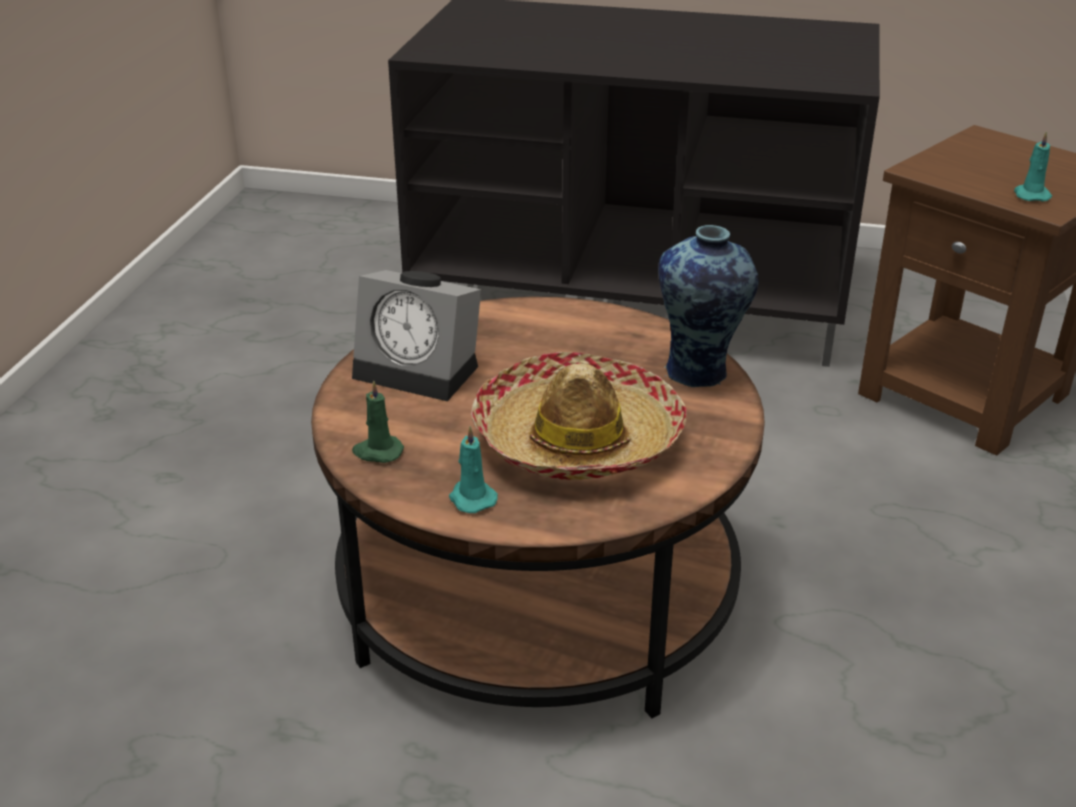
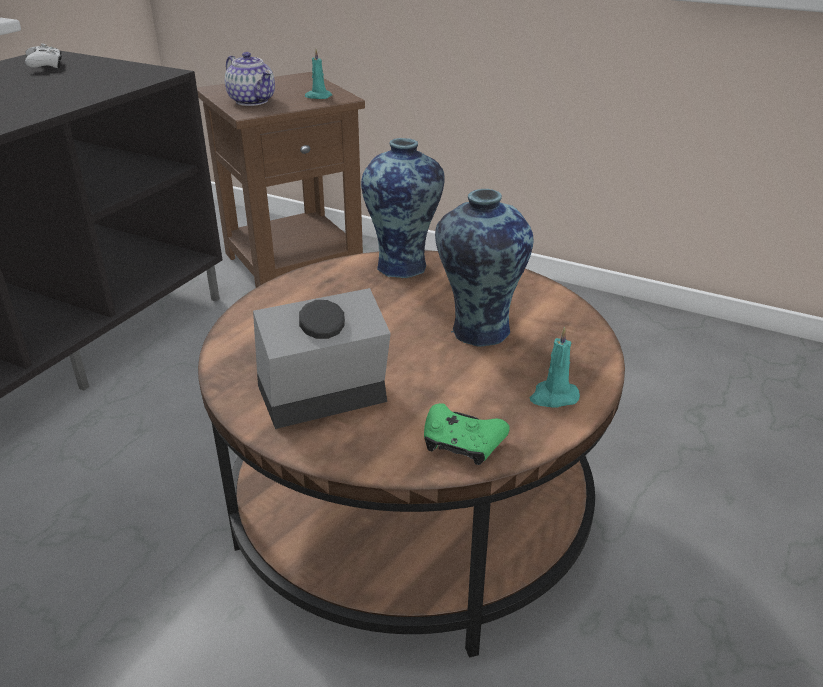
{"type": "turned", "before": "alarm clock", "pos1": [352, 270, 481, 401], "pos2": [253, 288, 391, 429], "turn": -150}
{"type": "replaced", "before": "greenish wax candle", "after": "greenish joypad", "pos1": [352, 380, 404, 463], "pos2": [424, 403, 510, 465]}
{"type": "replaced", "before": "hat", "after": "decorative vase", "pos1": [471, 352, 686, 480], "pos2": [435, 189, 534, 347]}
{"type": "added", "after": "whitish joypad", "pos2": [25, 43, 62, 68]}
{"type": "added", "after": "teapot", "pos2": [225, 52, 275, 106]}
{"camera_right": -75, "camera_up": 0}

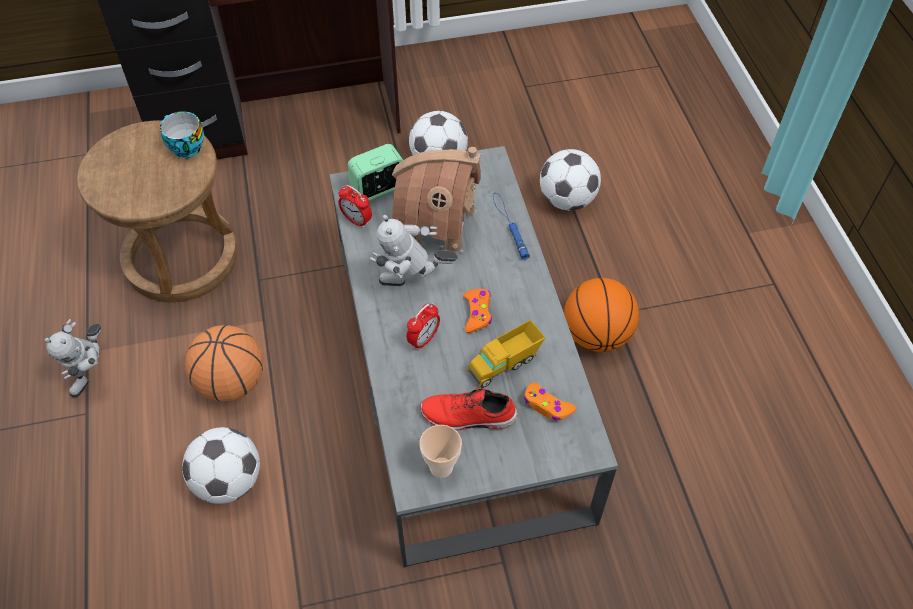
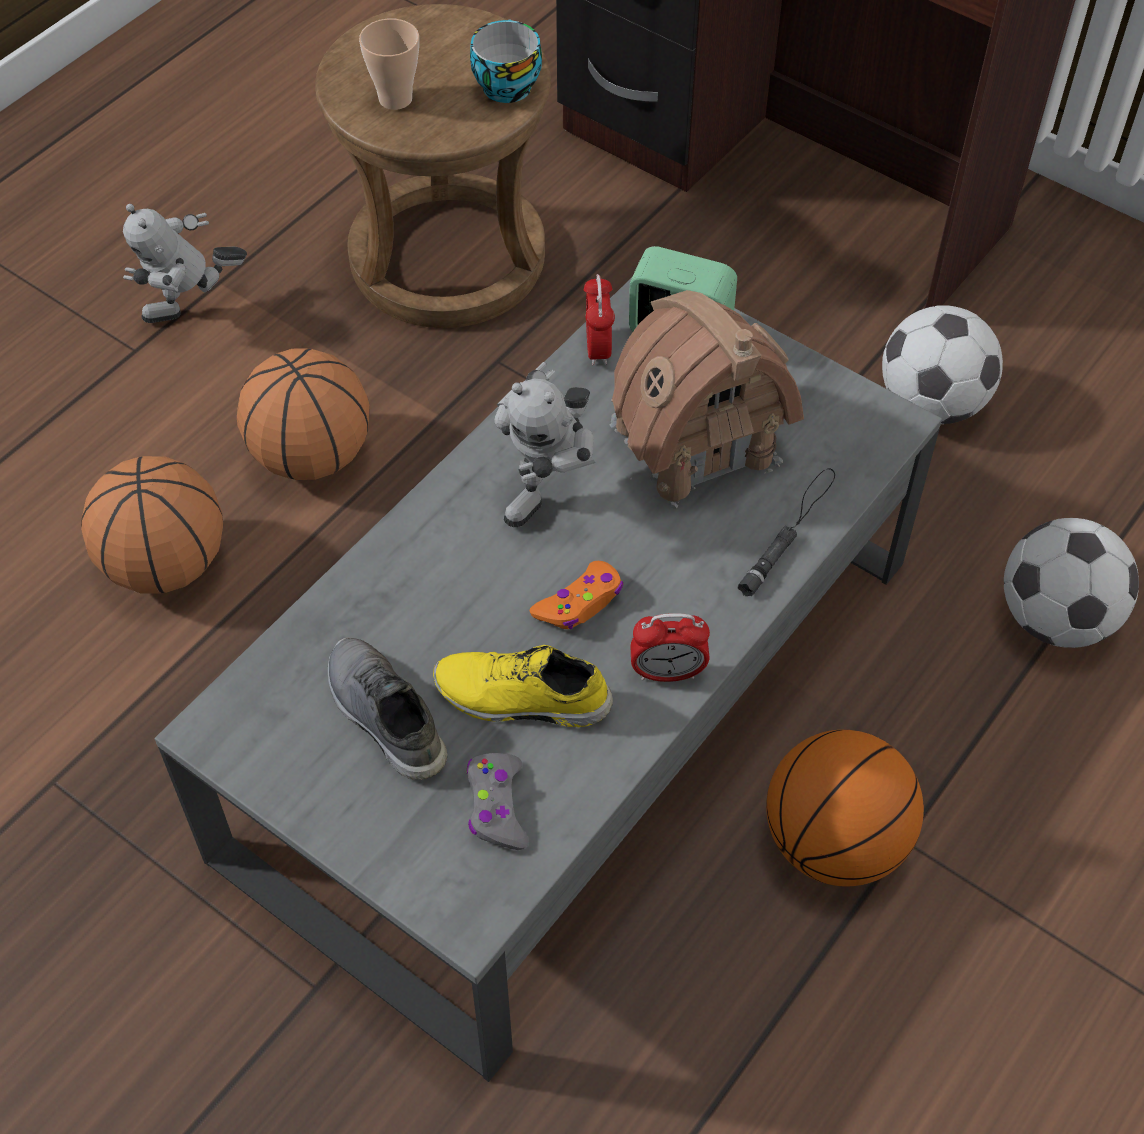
{"type": "replaced", "before": "football", "after": "basketball", "pos1": [182, 427, 260, 504], "pos2": [81, 456, 223, 594]}
{"type": "turned", "before": "robot figure", "pos1": [370, 215, 458, 286], "pos2": [494, 362, 595, 527], "turn": -105}
{"type": "moved", "before": "alarm clock", "pos1": [406, 303, 440, 351], "pos2": [630, 613, 710, 682]}
{"type": "moved", "before": "cup", "pos1": [419, 425, 462, 478], "pos2": [359, 19, 419, 110]}
{"type": "recoloured", "before": "reddish shoe", "after": "grey shoe", "pos1": [420, 388, 518, 431], "pos2": [328, 638, 447, 780]}
{"type": "replaced", "before": "toy lorry", "after": "yellowish shoe", "pos1": [467, 320, 545, 388], "pos2": [433, 645, 613, 728]}
{"type": "recoloured", "before": "bluish hand torch", "after": "black-coloured hand torch", "pos1": [493, 193, 530, 260], "pos2": [738, 468, 835, 597]}
{"type": "recoloured", "before": "orange joypad", "after": "grey joypad", "pos1": [524, 383, 576, 421], "pos2": [467, 753, 528, 850]}
{"camera_right": 50, "camera_up": 0}

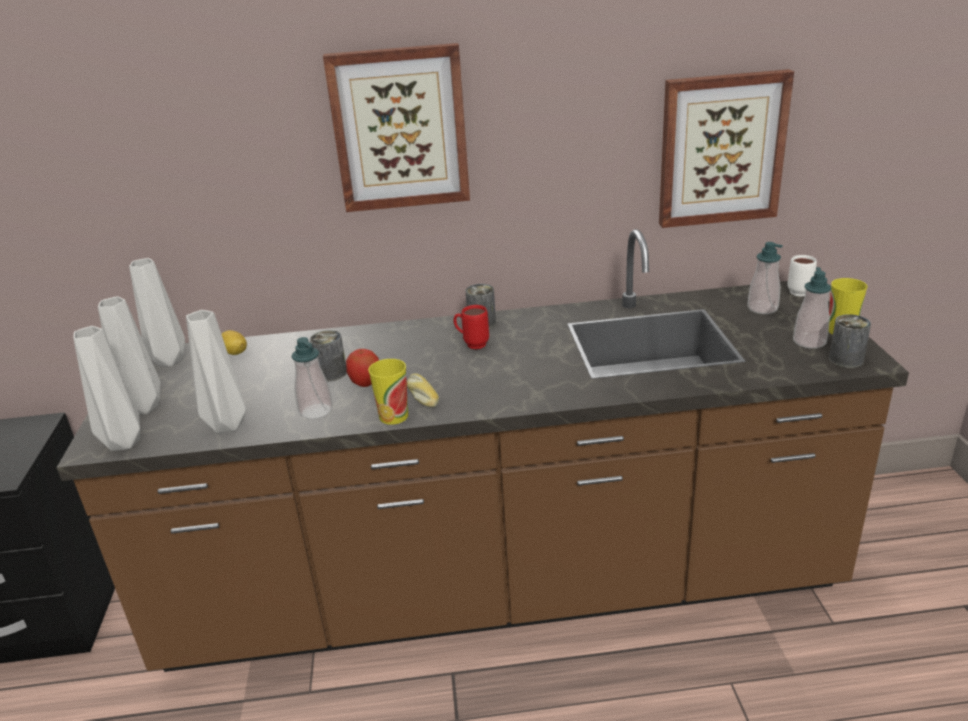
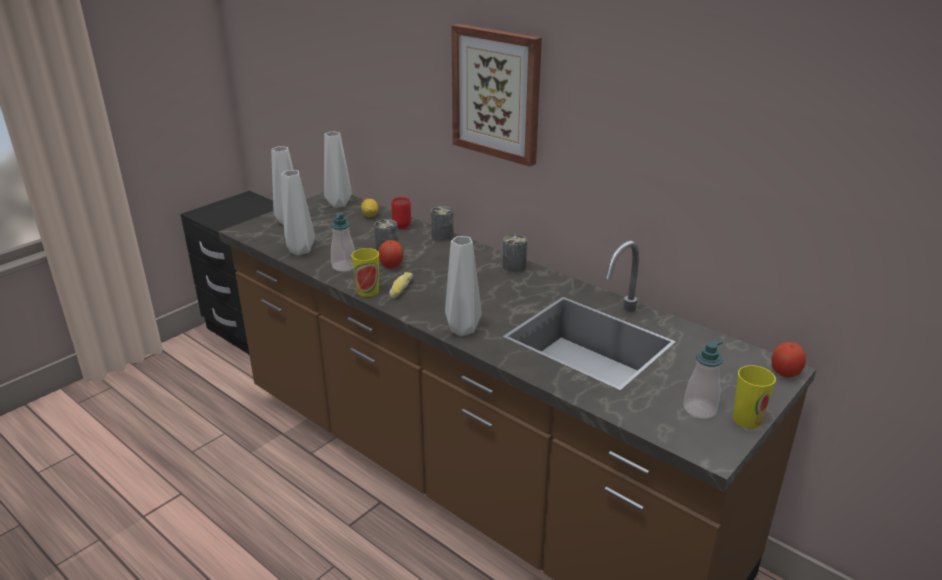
{"type": "moved", "before": "grey decorative vase", "pos1": [73, 326, 140, 451], "pos2": [445, 236, 482, 336]}
{"type": "moved", "before": "reddish tea mug", "pos1": [453, 305, 489, 349], "pos2": [392, 197, 411, 229]}
{"type": "removed", "before": "wall art", "pos1": [659, 69, 794, 228]}
{"type": "removed", "before": "soap dispenser", "pos1": [747, 242, 783, 314]}
{"type": "replaced", "before": "whitish tea mug", "after": "whole apple", "pos1": [788, 255, 817, 297], "pos2": [771, 342, 806, 378]}
{"type": "moved", "before": "sealed can", "pos1": [829, 314, 871, 368], "pos2": [431, 206, 454, 242]}
{"camera_right": 45, "camera_up": 0}

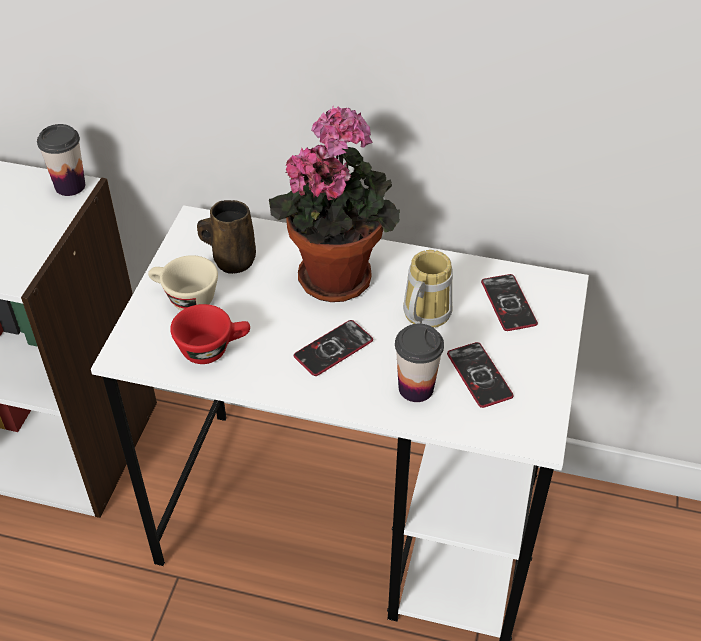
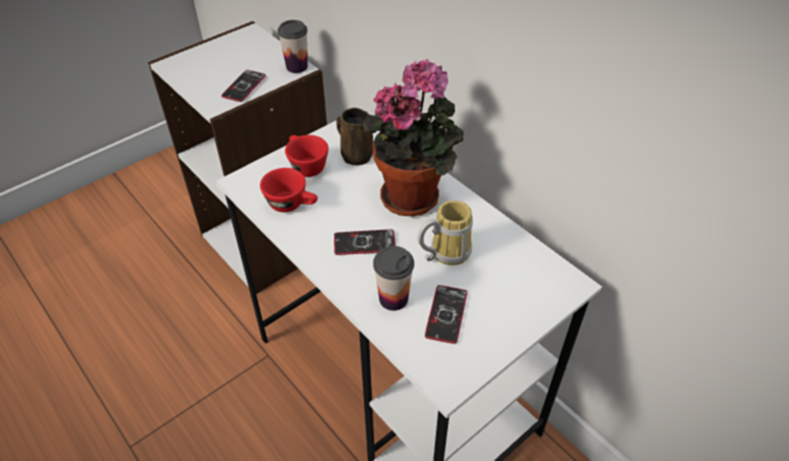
{"type": "recoloured", "before": "beige-coloured cup", "after": "reddish cup", "pos1": [148, 255, 218, 311], "pos2": [285, 135, 328, 177]}
{"type": "moved", "before": "phone", "pos1": [481, 274, 538, 331], "pos2": [221, 70, 266, 102]}
{"camera_right": 35, "camera_up": 0}

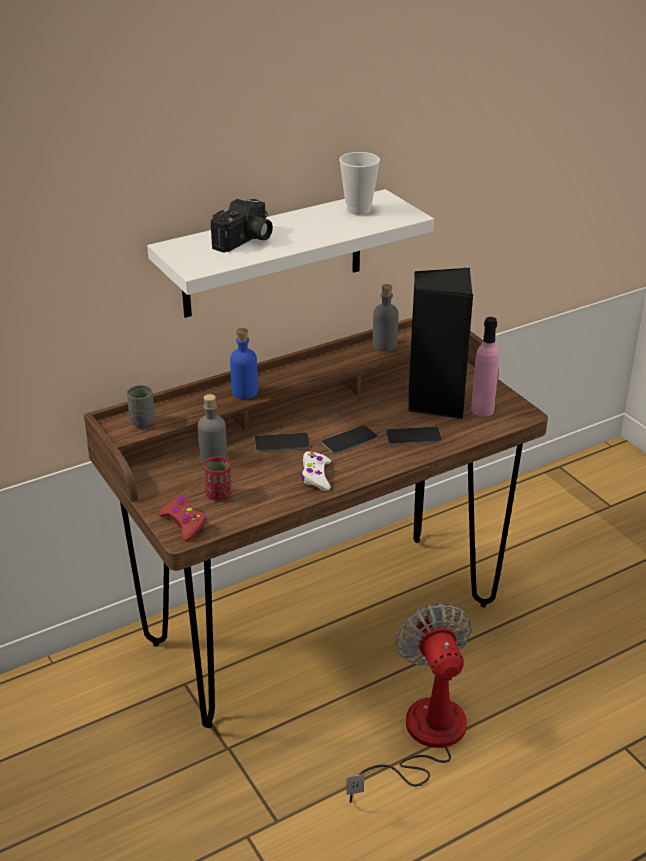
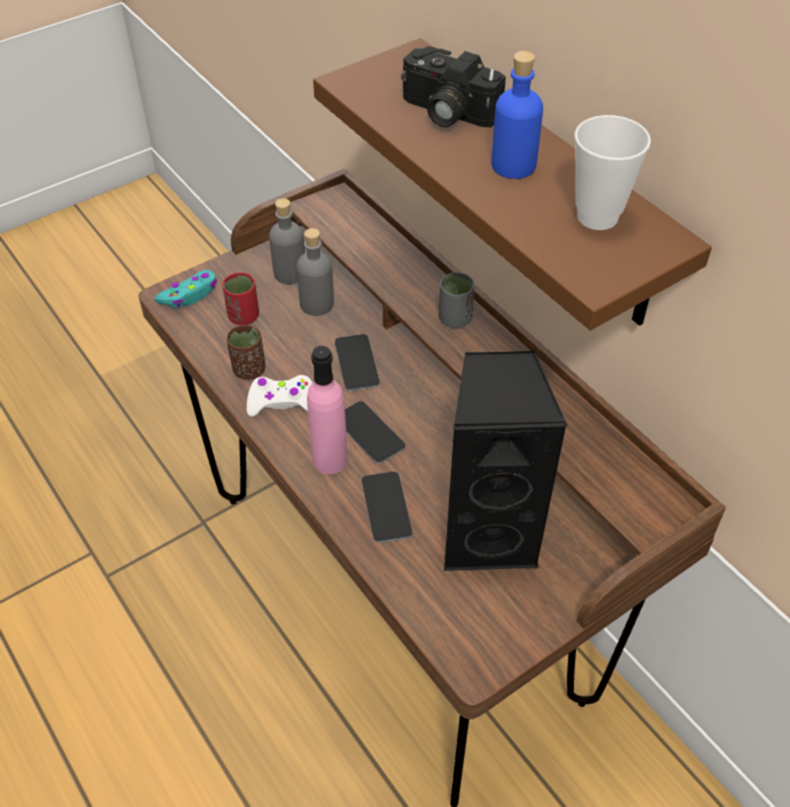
{"type": "moved", "before": "grey cup", "pos1": [127, 385, 155, 427], "pos2": [439, 272, 475, 328]}
{"type": "recoloured", "before": "whitish bracket shelf", "after": "brown bracket shelf", "pos1": [147, 189, 434, 318], "pos2": [313, 38, 712, 331]}
{"type": "recoloured", "before": "reddish joypad", "after": "blue-green joypad", "pos1": [158, 496, 206, 541], "pos2": [154, 270, 217, 308]}
{"type": "moved", "before": "bluish bottle", "pos1": [230, 328, 258, 399], "pos2": [492, 51, 543, 179]}
{"type": "removed", "before": "fan", "pos1": [346, 603, 472, 803]}
{"type": "moved", "before": "grey bottle", "pos1": [373, 284, 399, 351], "pos2": [269, 198, 305, 284]}
{"type": "moved", "before": "pink-coloured bottle", "pos1": [471, 317, 499, 417], "pos2": [307, 346, 347, 474]}
{"type": "added", "after": "brown cup", "pos2": [227, 325, 265, 380]}
{"camera_right": 85, "camera_up": 15}

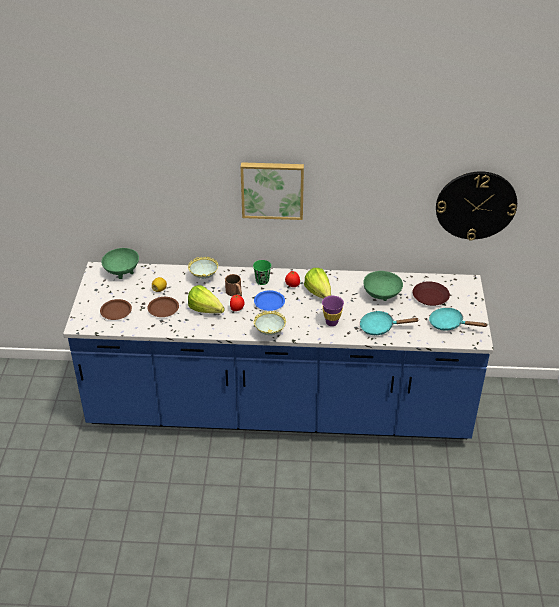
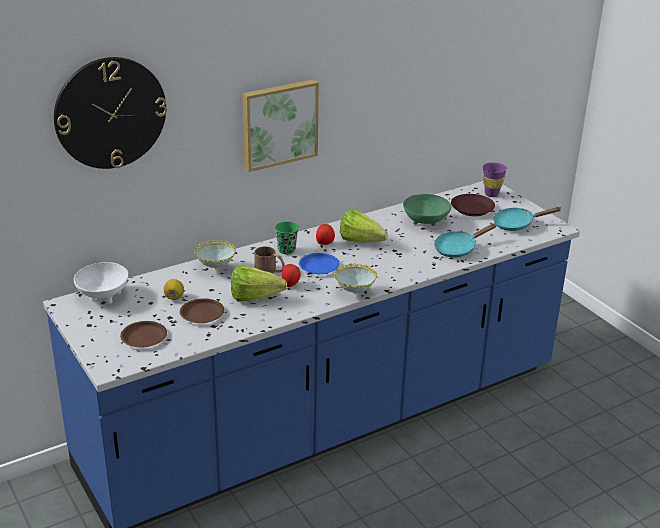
{"type": "recoloured", "before": "greenish serving bowl", "after": "whitish serving bowl", "pos1": [101, 248, 139, 279], "pos2": [74, 262, 128, 304]}
{"type": "moved", "before": "purplish cup", "pos1": [322, 296, 344, 326], "pos2": [483, 162, 507, 197]}
{"type": "moved", "before": "wall clock", "pos1": [436, 171, 517, 241], "pos2": [54, 57, 167, 169]}
{"camera_right": -35, "camera_up": -10}

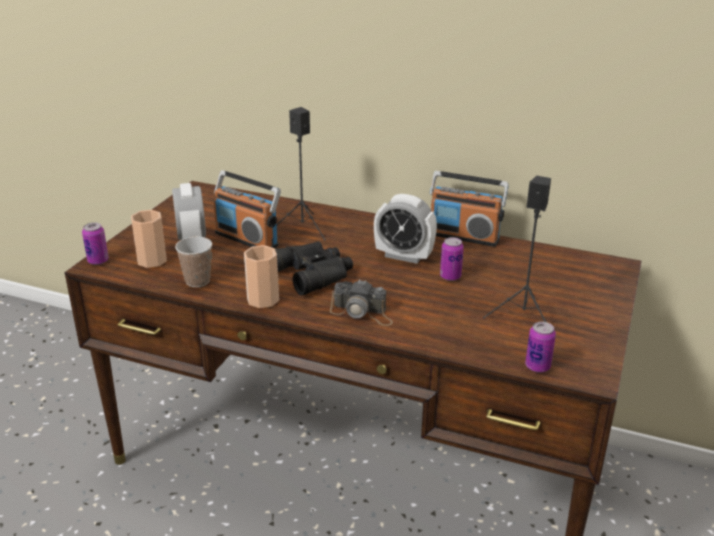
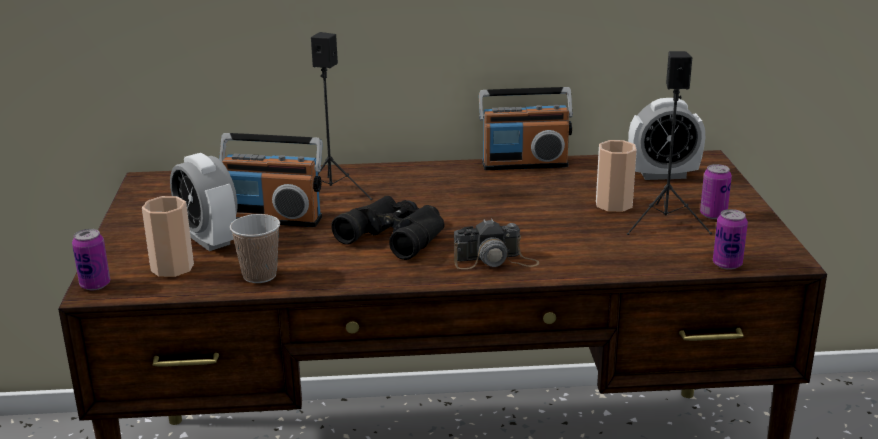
{"type": "moved", "before": "cup", "pos1": [244, 245, 279, 308], "pos2": [596, 140, 637, 212]}
{"type": "moved", "before": "alarm clock", "pos1": [374, 194, 437, 264], "pos2": [628, 98, 705, 180]}
{"type": "moved", "before": "sealed can", "pos1": [440, 237, 464, 281], "pos2": [700, 164, 732, 219]}
{"camera_right": -25, "camera_up": -5}

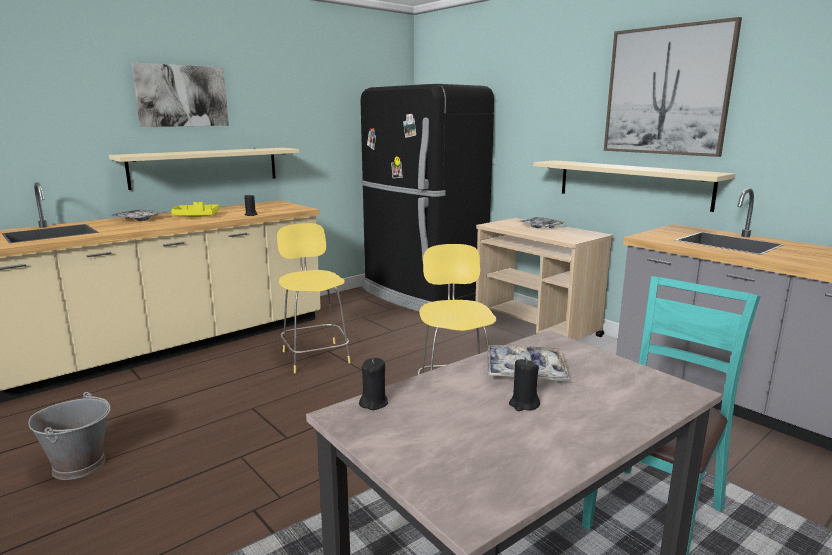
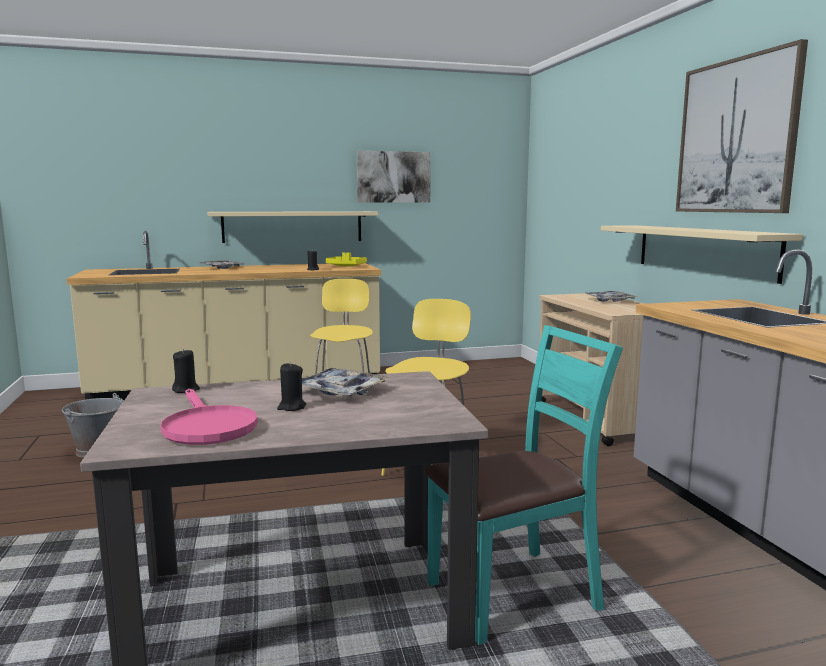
{"type": "moved", "before": "wall art", "pos1": [131, 63, 229, 127], "pos2": [357, 151, 431, 203]}
{"type": "moved", "before": "yellowish serving tray", "pos1": [171, 202, 219, 217], "pos2": [326, 252, 367, 267]}
{"type": "removed", "before": "black-coloured refrigerator", "pos1": [361, 84, 494, 312]}
{"type": "added", "after": "pink-coloured skillet", "pos2": [161, 389, 258, 445]}
{"camera_right": 25, "camera_up": -5}

